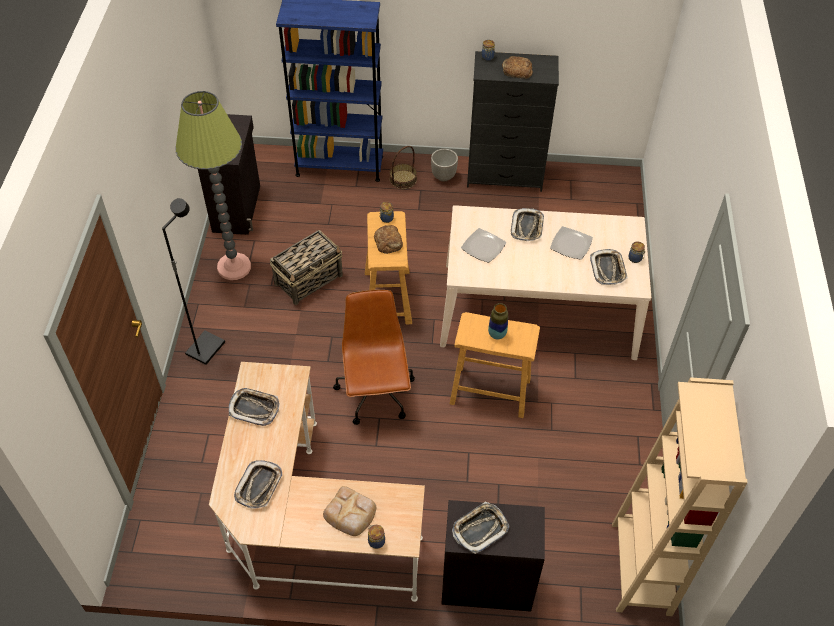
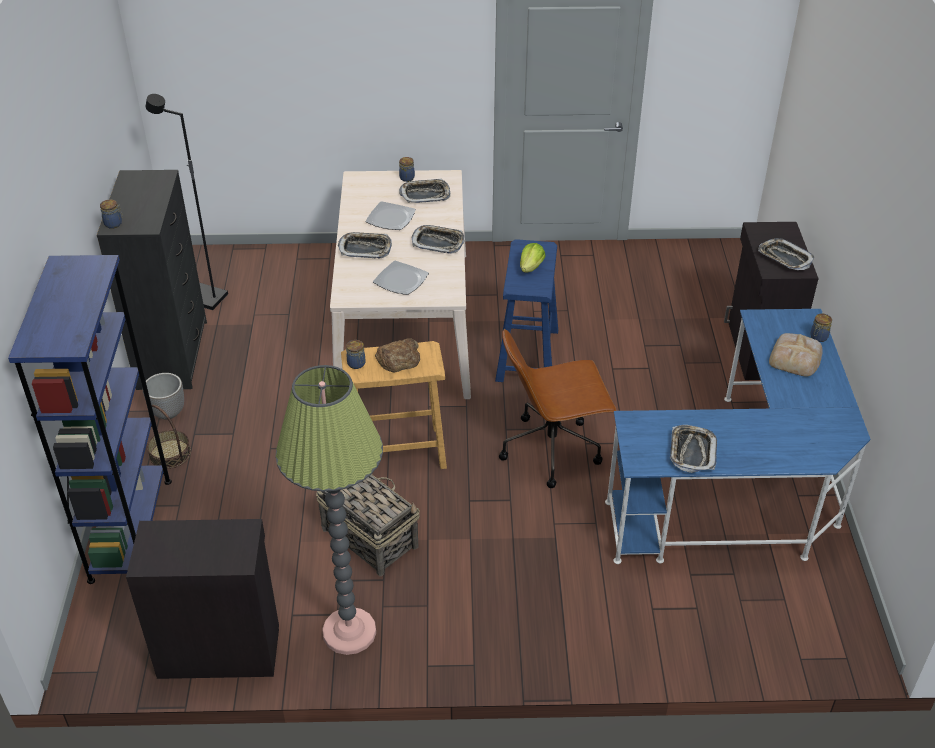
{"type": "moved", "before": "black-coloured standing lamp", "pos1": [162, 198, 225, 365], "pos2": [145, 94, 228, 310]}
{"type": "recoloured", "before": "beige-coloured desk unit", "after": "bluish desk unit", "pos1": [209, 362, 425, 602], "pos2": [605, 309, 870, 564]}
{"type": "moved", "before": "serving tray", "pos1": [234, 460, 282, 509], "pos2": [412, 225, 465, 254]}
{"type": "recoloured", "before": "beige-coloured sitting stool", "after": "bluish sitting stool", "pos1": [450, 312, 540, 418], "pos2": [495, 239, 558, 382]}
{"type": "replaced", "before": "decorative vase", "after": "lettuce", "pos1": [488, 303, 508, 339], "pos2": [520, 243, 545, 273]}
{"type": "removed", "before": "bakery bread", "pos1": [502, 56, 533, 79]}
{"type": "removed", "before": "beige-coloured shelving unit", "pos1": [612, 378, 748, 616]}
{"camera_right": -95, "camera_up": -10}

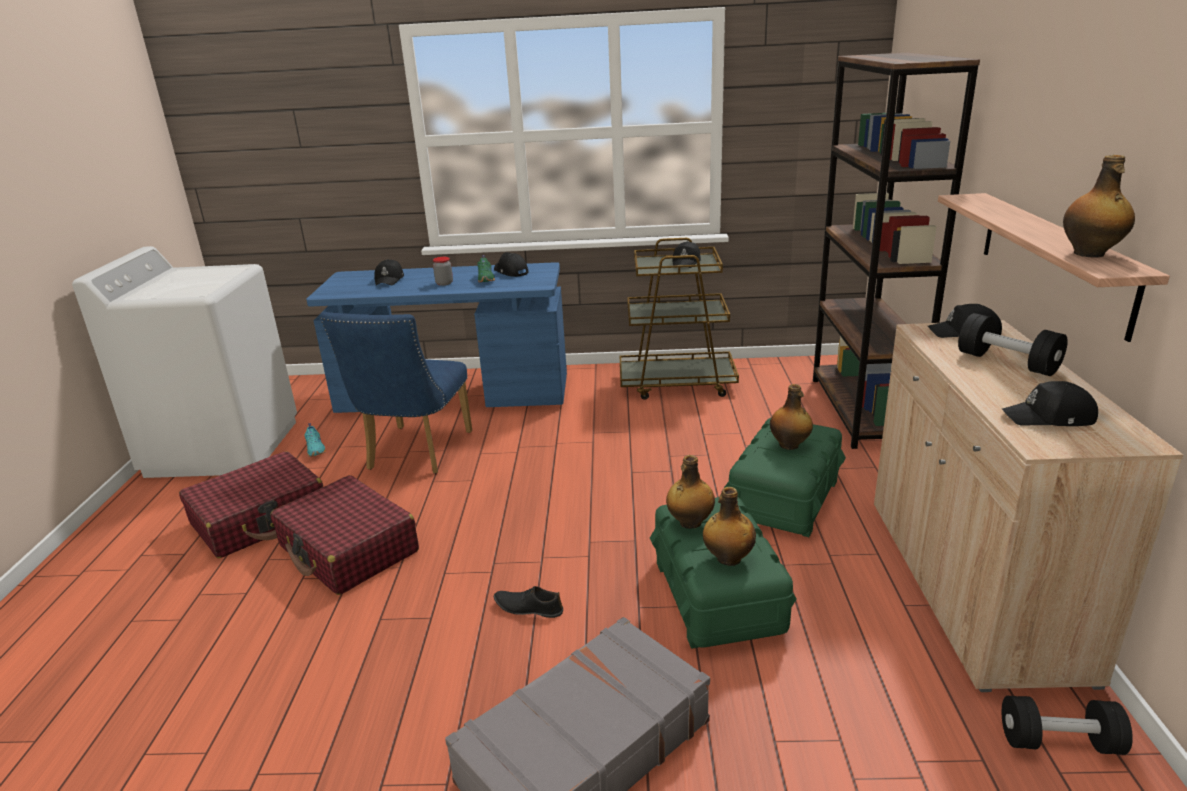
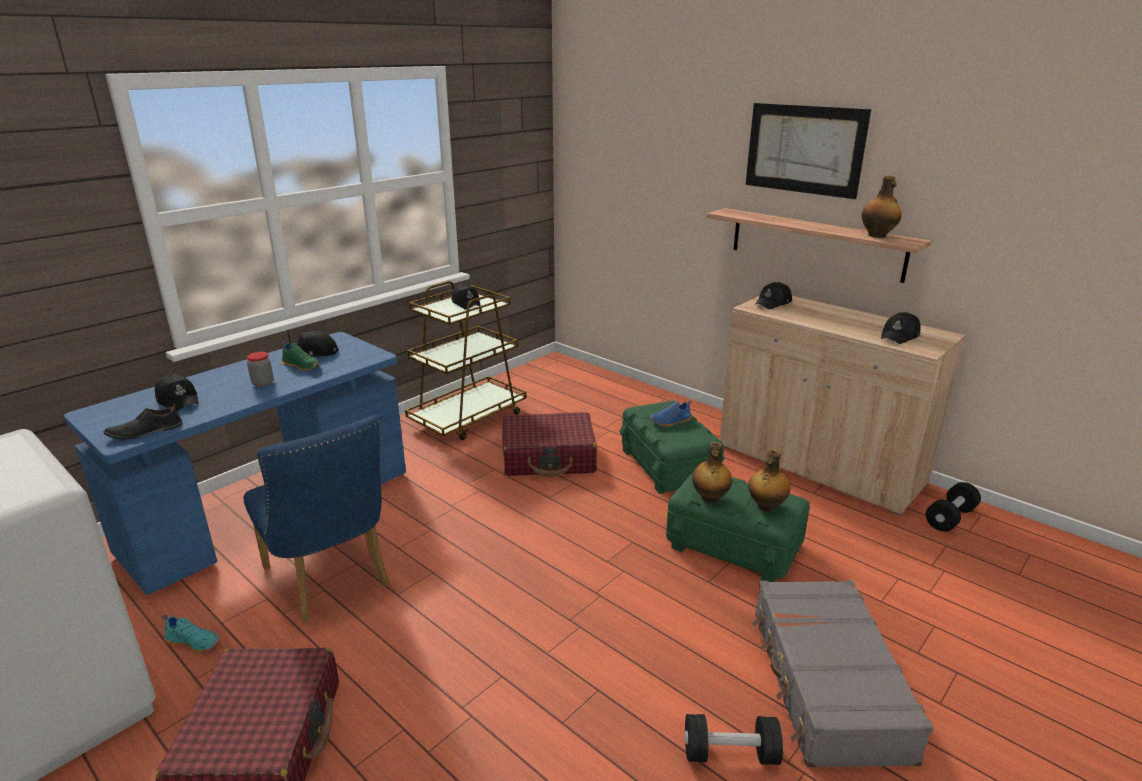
{"type": "moved", "before": "reddish piece of luggage", "pos1": [270, 475, 419, 595], "pos2": [502, 412, 597, 477]}
{"type": "moved", "before": "black-coloured shoe", "pos1": [494, 586, 563, 618], "pos2": [103, 404, 183, 439]}
{"type": "replaced", "before": "bottle", "after": "bluish shoe", "pos1": [770, 384, 813, 450], "pos2": [650, 401, 692, 427]}
{"type": "removed", "before": "brown shelving unit", "pos1": [813, 52, 980, 449]}
{"type": "moved", "before": "black-coloured free weight", "pos1": [958, 313, 1068, 376], "pos2": [684, 714, 783, 765]}
{"type": "added", "after": "wall art", "pos2": [746, 103, 871, 199]}
{"camera_right": -50, "camera_up": 0}

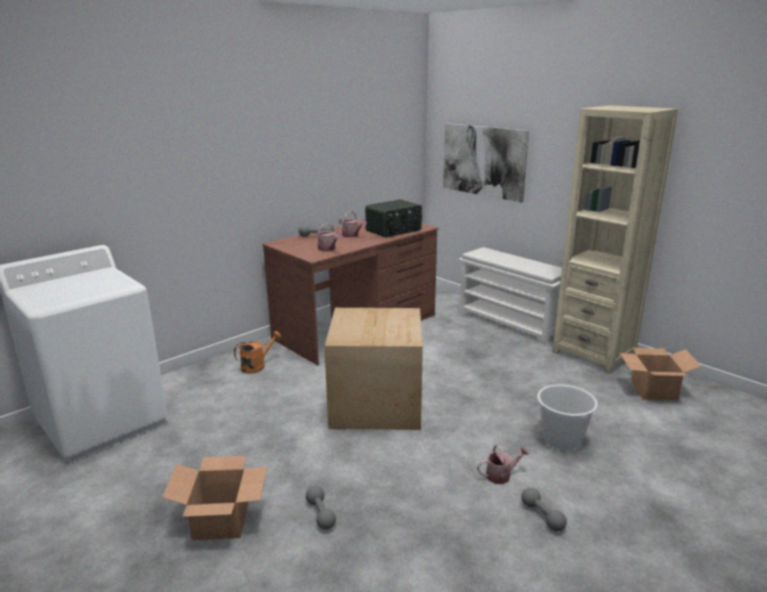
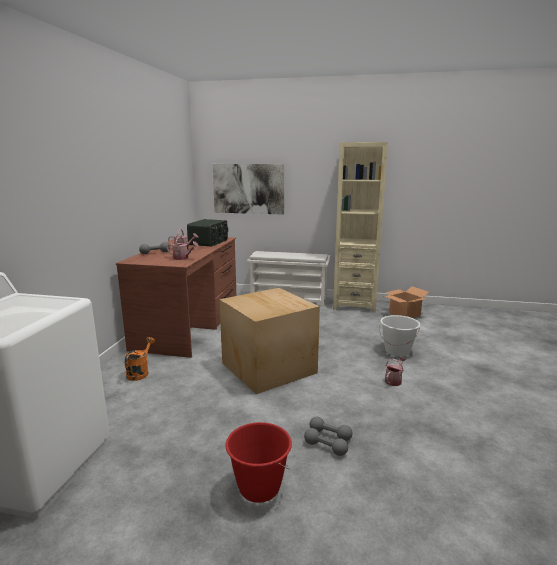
{"type": "replaced", "before": "carton", "after": "reddish bucket", "pos1": [162, 456, 267, 540], "pos2": [226, 422, 292, 503]}
{"type": "moved", "before": "grey free weight", "pos1": [522, 488, 567, 531], "pos2": [310, 416, 352, 441]}
{"camera_right": -35, "camera_up": -5}

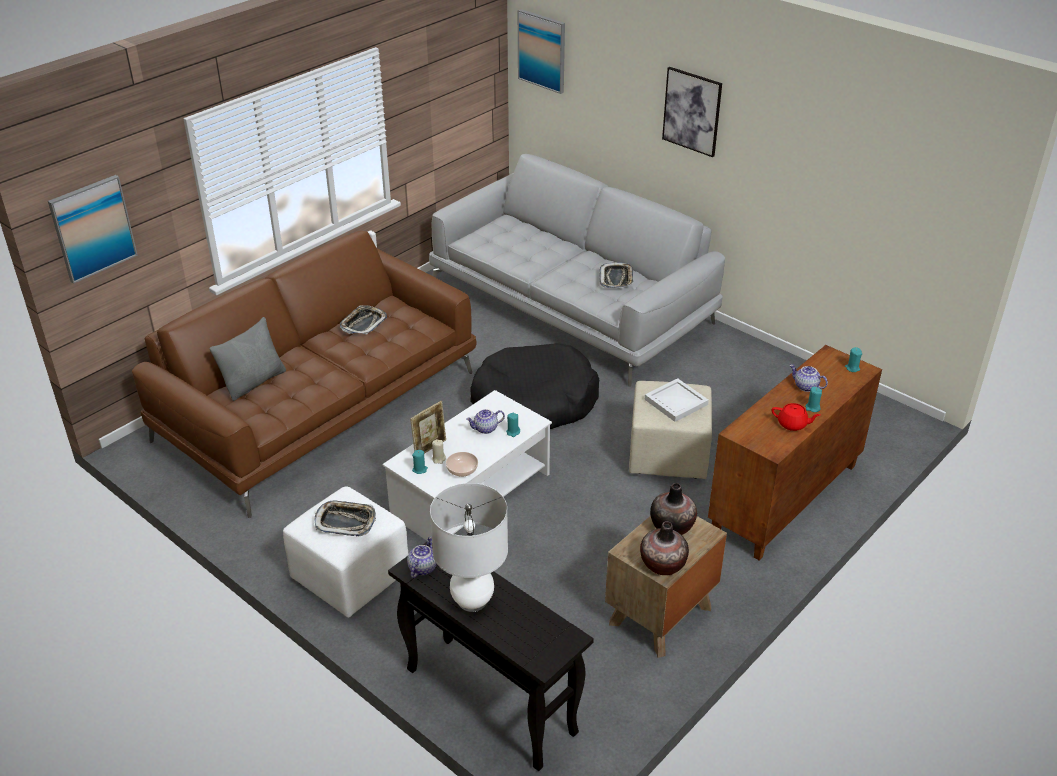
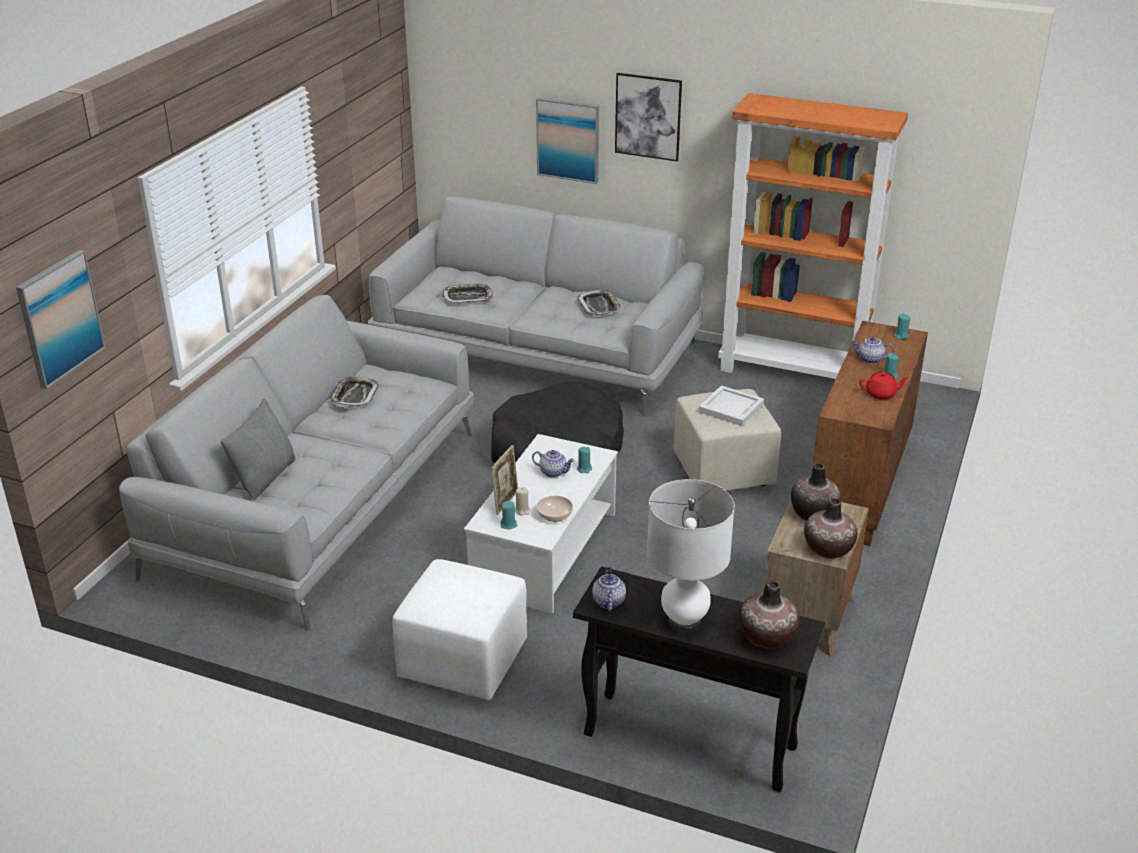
{"type": "recoloured", "before": "brown couch", "after": "grey couch", "pos1": [132, 231, 477, 518], "pos2": [119, 295, 474, 631]}
{"type": "moved", "before": "serving tray", "pos1": [315, 501, 376, 536], "pos2": [441, 283, 493, 303]}
{"type": "turned", "before": "teapot", "pos1": [466, 409, 505, 434], "pos2": [532, 450, 575, 478], "turn": -120}
{"type": "moved", "before": "wall art", "pos1": [518, 9, 565, 94], "pos2": [536, 98, 599, 184]}
{"type": "added", "after": "orange shelving unit", "pos2": [718, 93, 908, 379]}
{"type": "added", "after": "decorative vase", "pos2": [739, 581, 799, 649]}
{"camera_right": -20, "camera_up": -5}

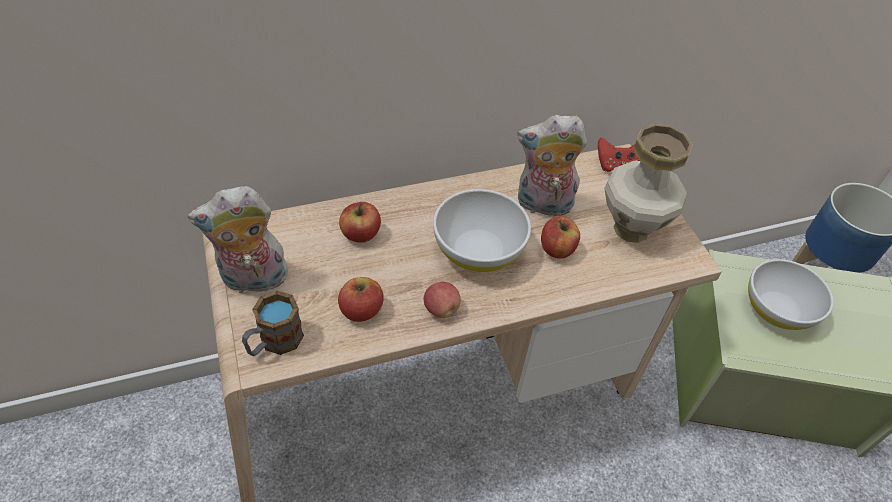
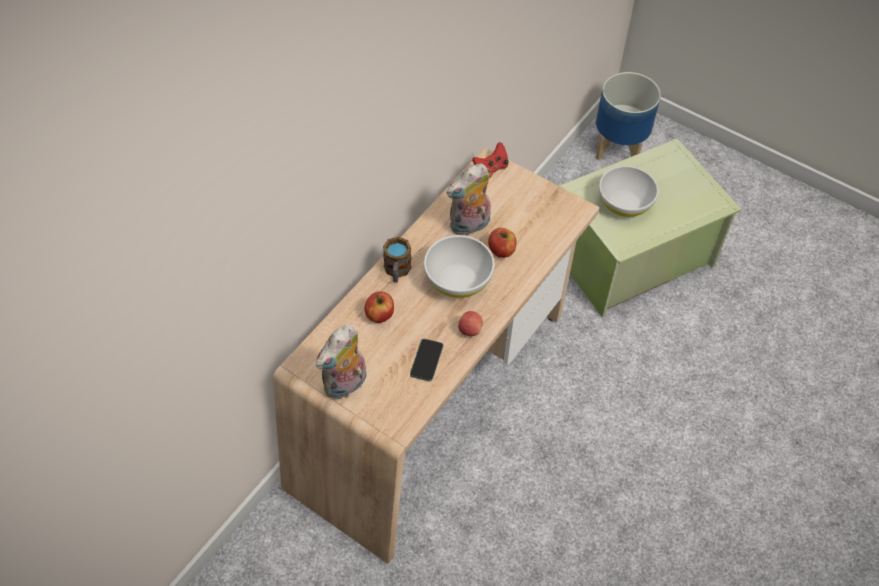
{"type": "moved", "before": "tea mug", "pos1": [242, 291, 304, 356], "pos2": [383, 237, 412, 283]}
{"type": "replaced", "before": "whole apple", "after": "phone", "pos1": [338, 277, 384, 322], "pos2": [410, 339, 443, 381]}
{"type": "removed", "before": "decorative vase", "pos1": [604, 124, 692, 243]}
{"camera_right": -35, "camera_up": 5}

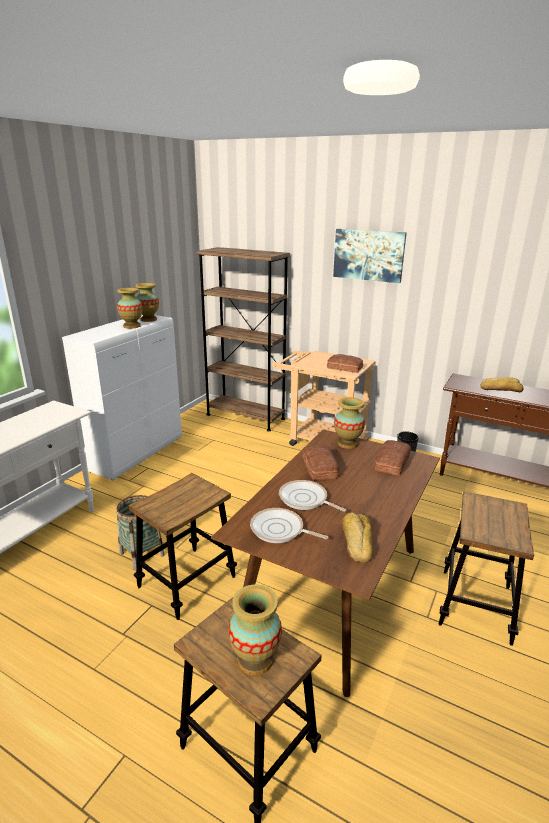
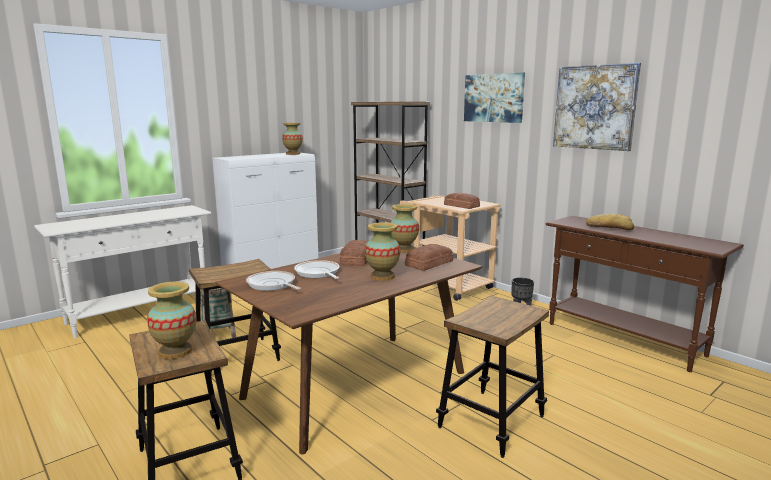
{"type": "moved", "before": "decorative vase", "pos1": [117, 288, 143, 329], "pos2": [365, 222, 400, 281]}
{"type": "removed", "before": "bakery bread", "pos1": [342, 512, 373, 563]}
{"type": "added", "after": "wall art", "pos2": [553, 63, 641, 151]}
{"camera_right": 20, "camera_up": -10}

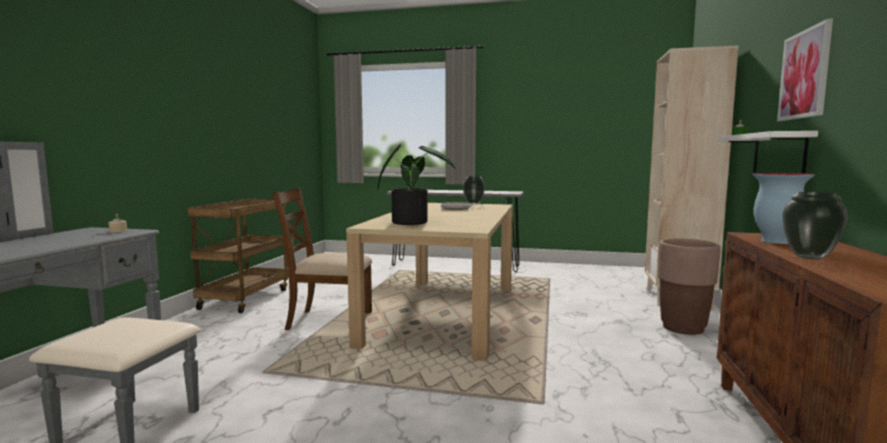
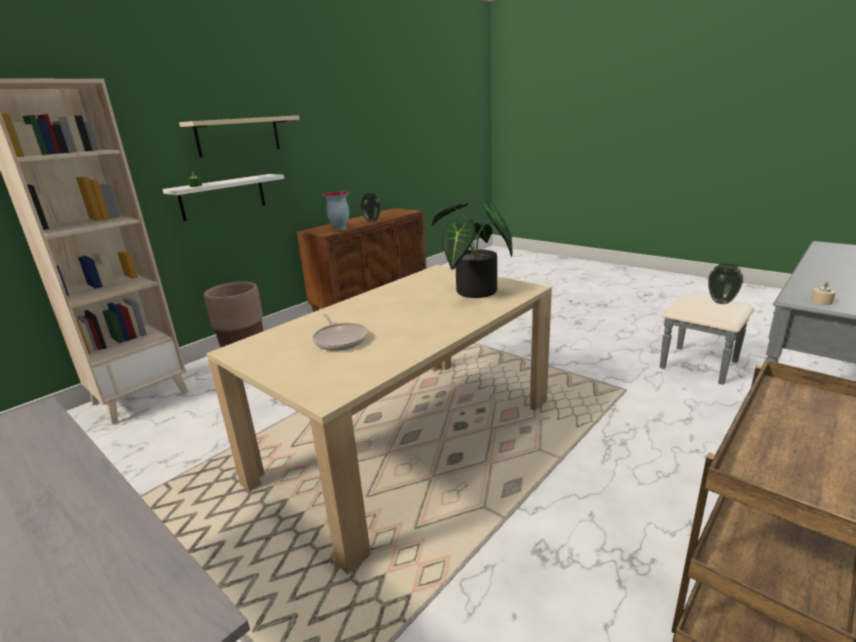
{"type": "removed", "before": "brown upright chair", "pos1": [272, 187, 372, 330]}
{"type": "moved", "before": "decorative vase", "pos1": [463, 176, 485, 205], "pos2": [708, 264, 743, 304]}
{"type": "replaced", "before": "wall art", "after": "beige-coloured bracket shelf", "pos1": [777, 18, 833, 121], "pos2": [179, 115, 300, 157]}
{"camera_right": -150, "camera_up": 15}

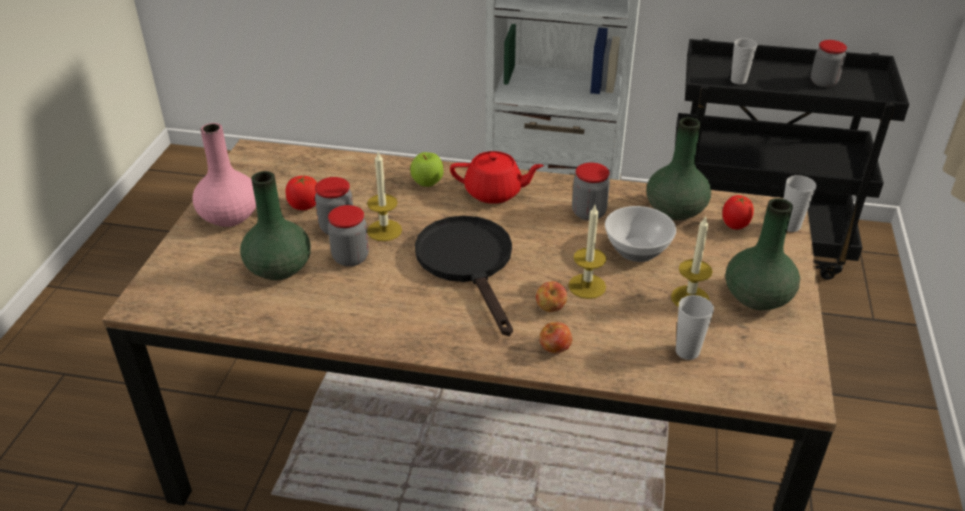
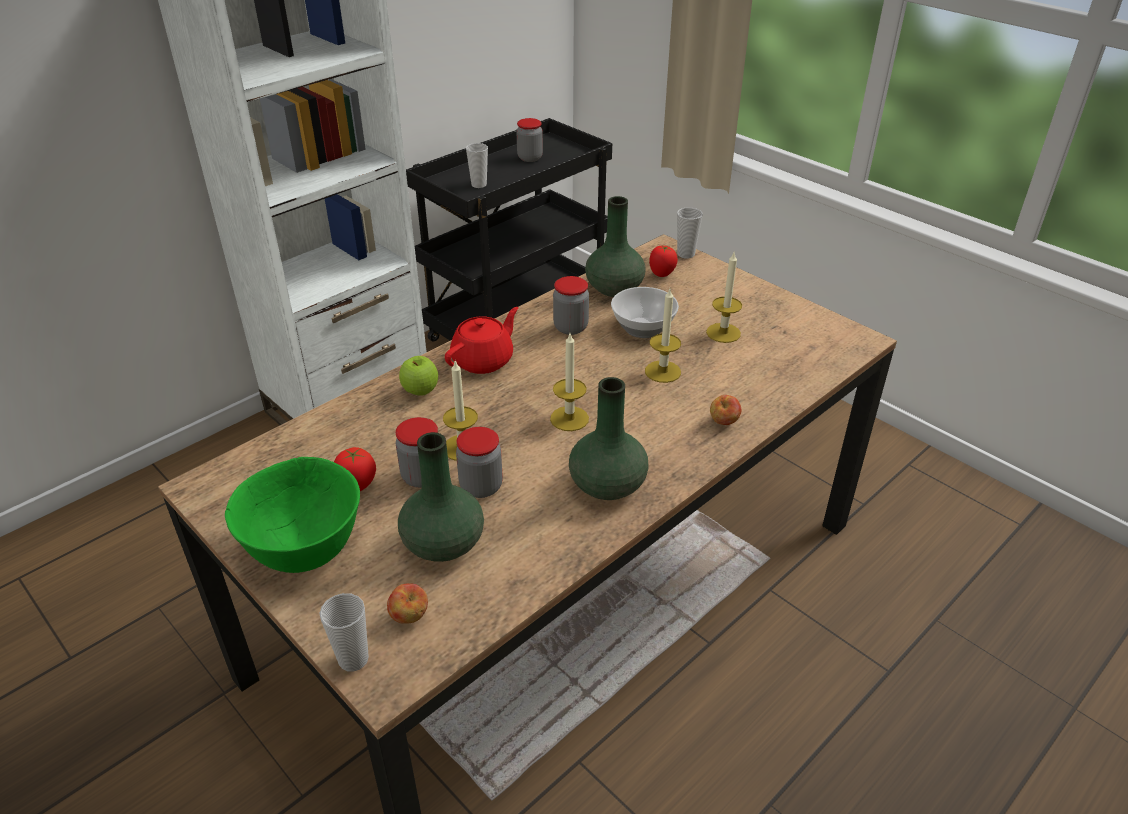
{"type": "replaced", "before": "pink-coloured decorative vase", "after": "greenish serving bowl", "pos1": [192, 123, 256, 227], "pos2": [225, 457, 360, 573]}
{"type": "replaced", "before": "black-coloured skillet", "after": "wax candle", "pos1": [415, 216, 513, 336], "pos2": [550, 334, 589, 431]}
{"type": "moved", "before": "whole apple", "pos1": [536, 281, 567, 312], "pos2": [387, 583, 428, 624]}
{"type": "moved", "before": "cup", "pos1": [676, 295, 714, 360], "pos2": [319, 593, 369, 672]}
{"type": "moved", "before": "greenish decorative vase", "pos1": [726, 198, 800, 310], "pos2": [569, 377, 649, 500]}
{"camera_right": -55, "camera_up": 0}

